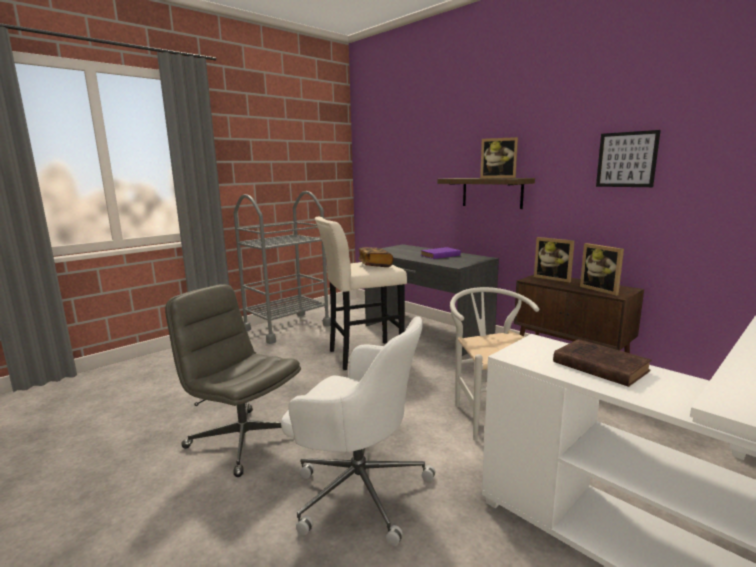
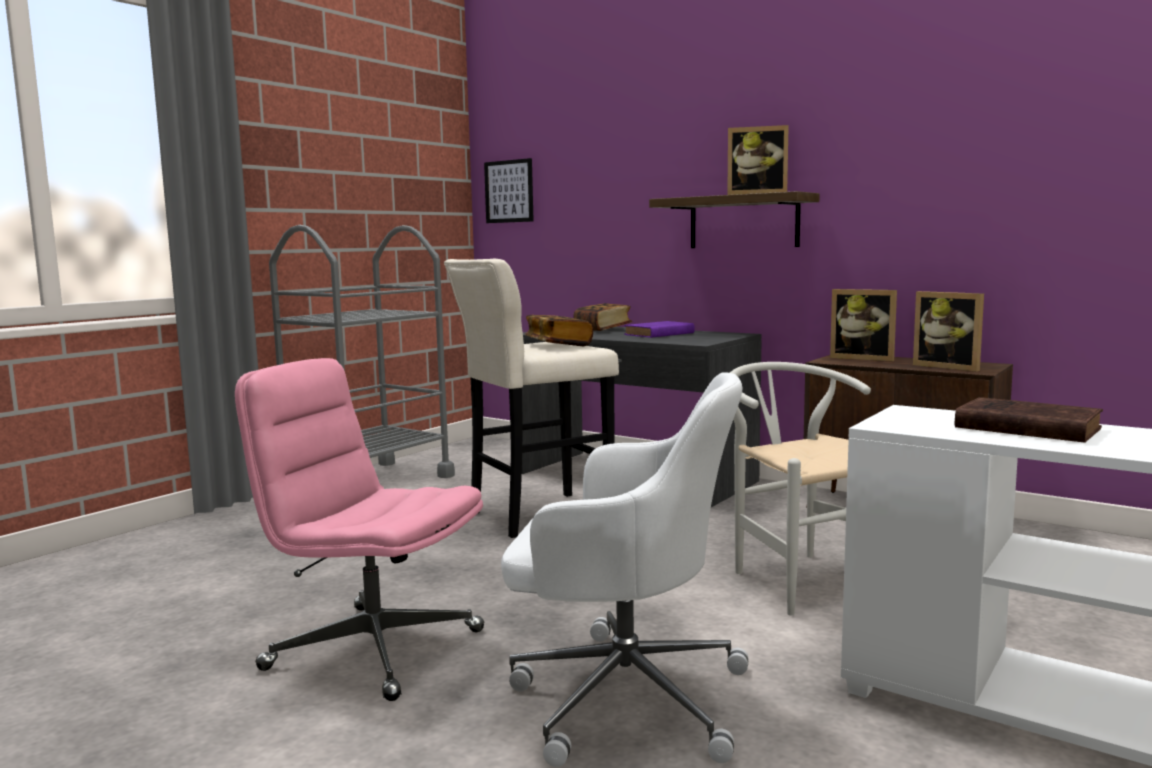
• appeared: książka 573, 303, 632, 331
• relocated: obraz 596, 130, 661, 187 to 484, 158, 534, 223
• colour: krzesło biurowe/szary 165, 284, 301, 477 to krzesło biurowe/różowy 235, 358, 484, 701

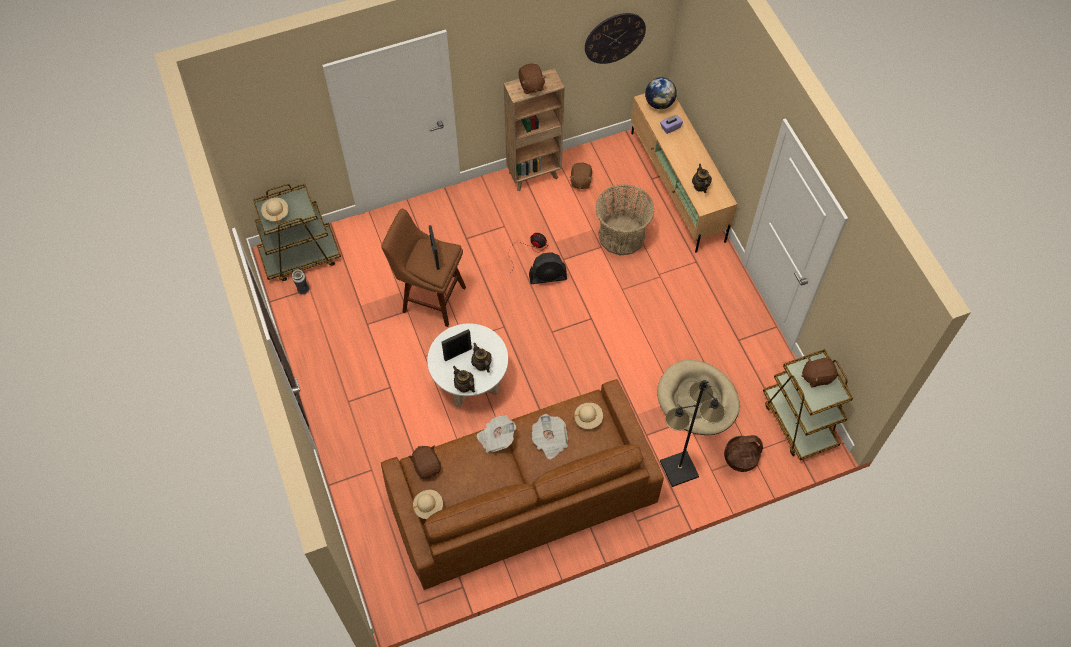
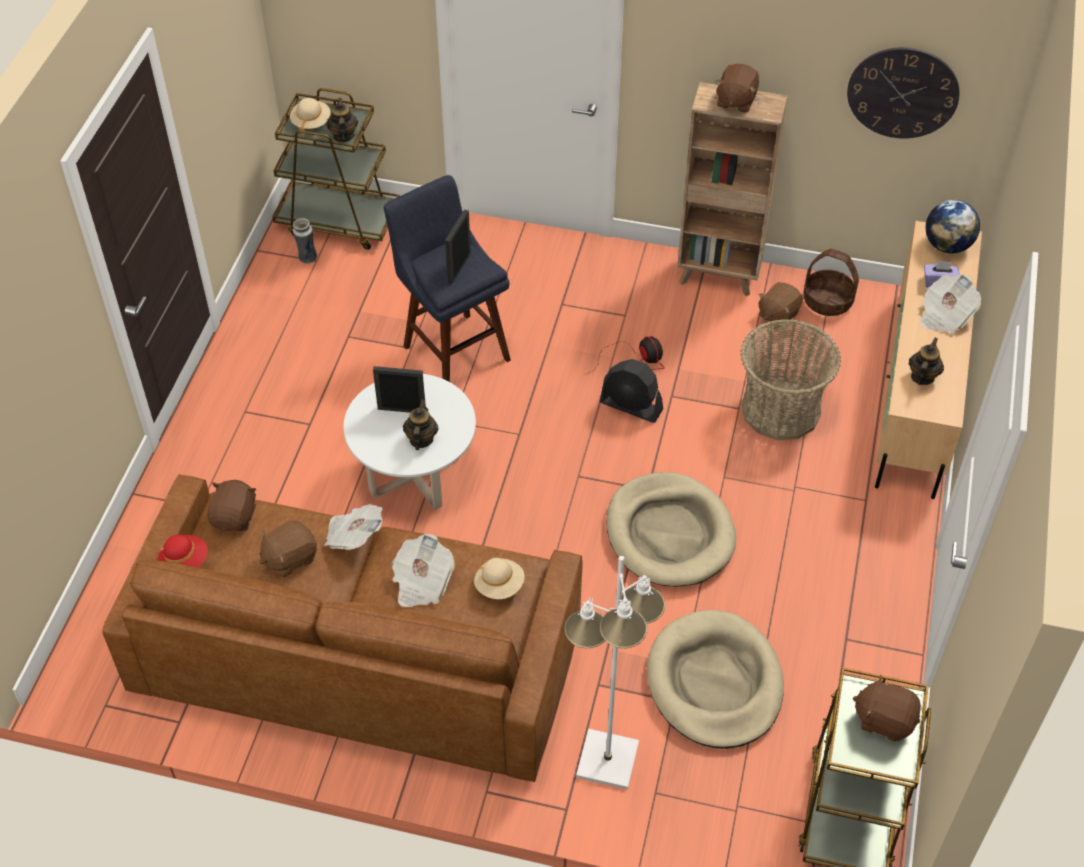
• appeared: pluszak/brązowy 259, 520, 317, 577
• appeared: legowisko/beżowy 606, 472, 736, 587
• appeared: gazeta 920, 274, 981, 334
• relocated: imbryk 453, 366, 475, 393 to 326, 98, 358, 142
• relocated: koszyk 724, 435, 763, 472 to 803, 249, 859, 316
• colour: stołek/brązowy 382, 209, 466, 327 to stołek/niebieski 384, 175, 511, 382
• colour: kapelusz/beżowy 413, 490, 443, 519 to kapelusz/czerwony 158, 535, 208, 568
• colour: lampa stojąca/czarny 660, 380, 725, 487 to lampa stojąca/biały 564, 556, 665, 790

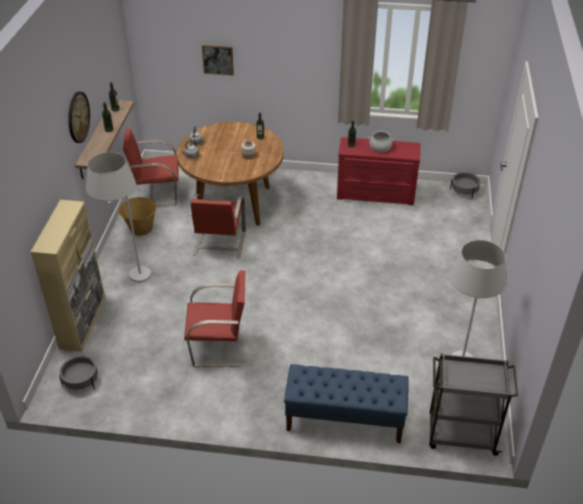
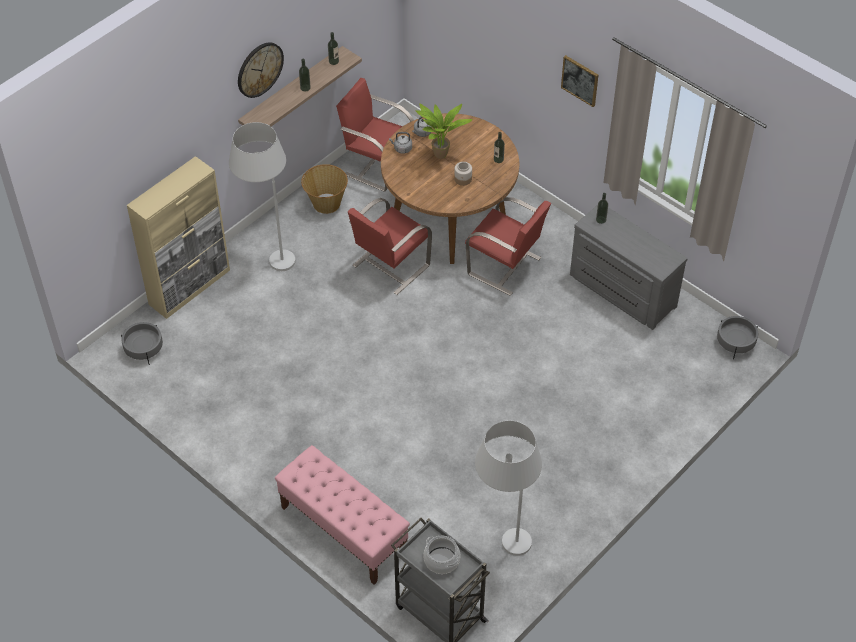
• appeared: roślina doniczkowa 415, 103, 473, 159
• relocated: krzesło/czerwony 184, 270, 246, 367 to 465, 197, 551, 296
• relocated: obraz 202, 45, 234, 75 to 561, 55, 598, 107
• relocated: garnek 369, 131, 394, 153 to 423, 536, 461, 574
• colour: ławka/niebieski 284, 364, 409, 443 to ławka/różowy 275, 445, 410, 585
• colour: komoda/czerwony 337, 137, 421, 205 to komoda/szary 570, 205, 688, 330

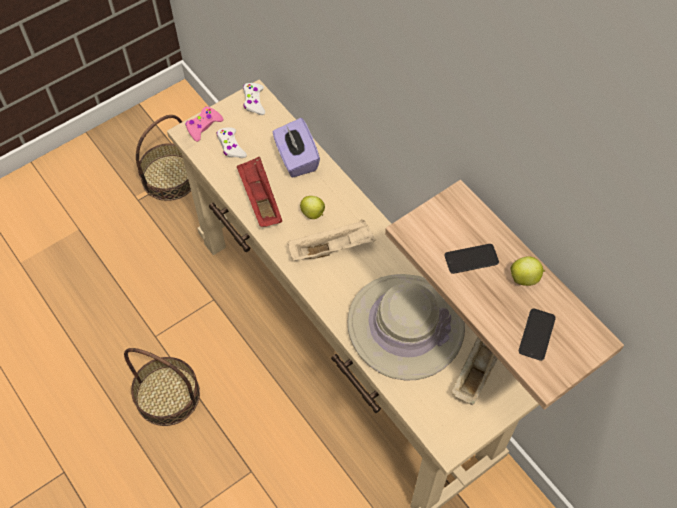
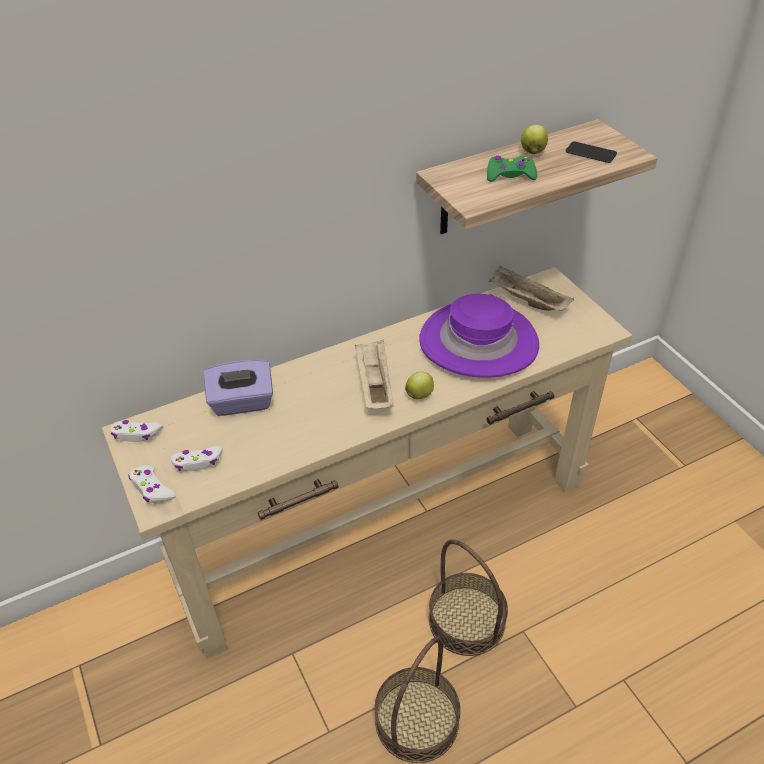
• missing: taca/czerwony 237, 156, 282, 227
• relocated: koszyk 136, 115, 191, 201 to 429, 539, 508, 656
• relocated: jabłko 300, 196, 325, 219 to 405, 372, 434, 399
• exchanged: telefon 444, 244, 499, 274 to pad do gier/zielony 487, 155, 537, 182
• colour: pad do gier/różowy 185, 107, 223, 142 to pad do gier/biały 128, 465, 176, 503
• colour: kapelusz/beżowy 348, 274, 465, 381 to kapelusz/fioletowy 420, 294, 539, 378

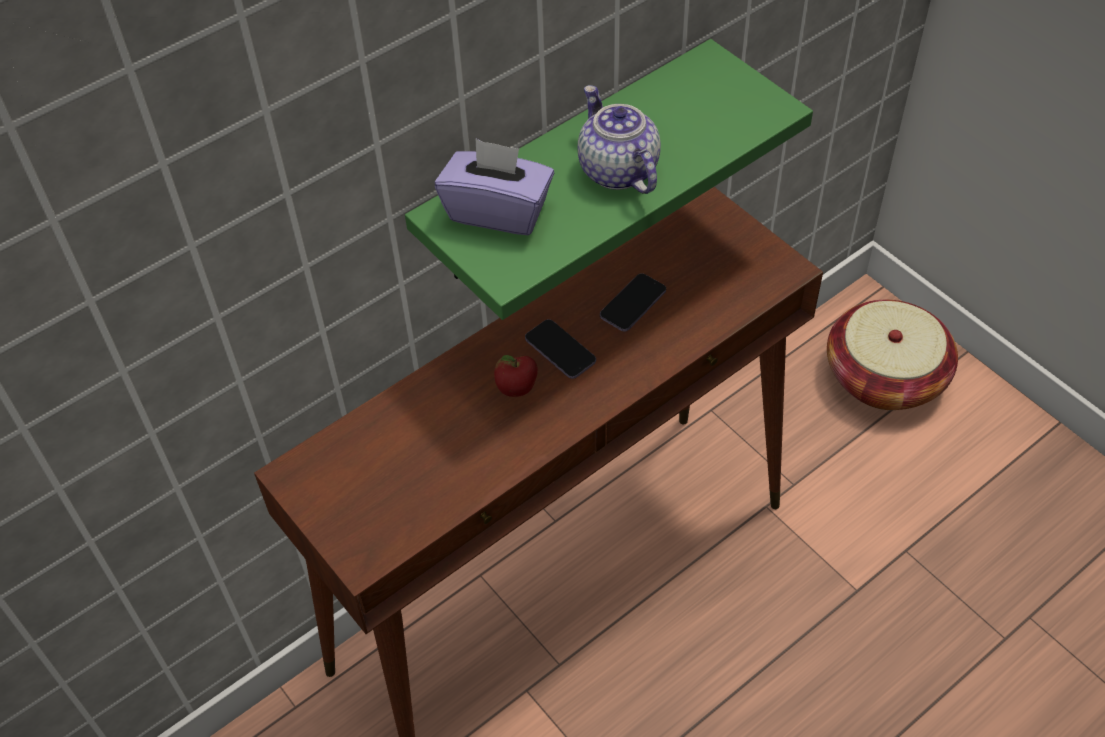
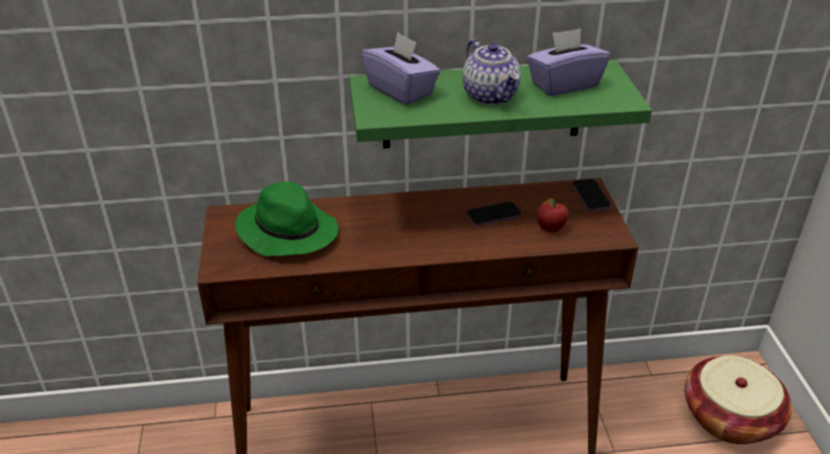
• appeared: kapelusz/zielony 235, 182, 339, 256
• appeared: pudełko chusteczek/fioletowy 527, 28, 610, 96
• relocated: jabłko 494, 355, 538, 397 to 537, 198, 569, 232
• relocated: telefon 525, 319, 596, 379 to 573, 179, 611, 211
• spun: imbryk 578, 85, 661, 194 = 462, 39, 521, 105 150 degrees clockwise

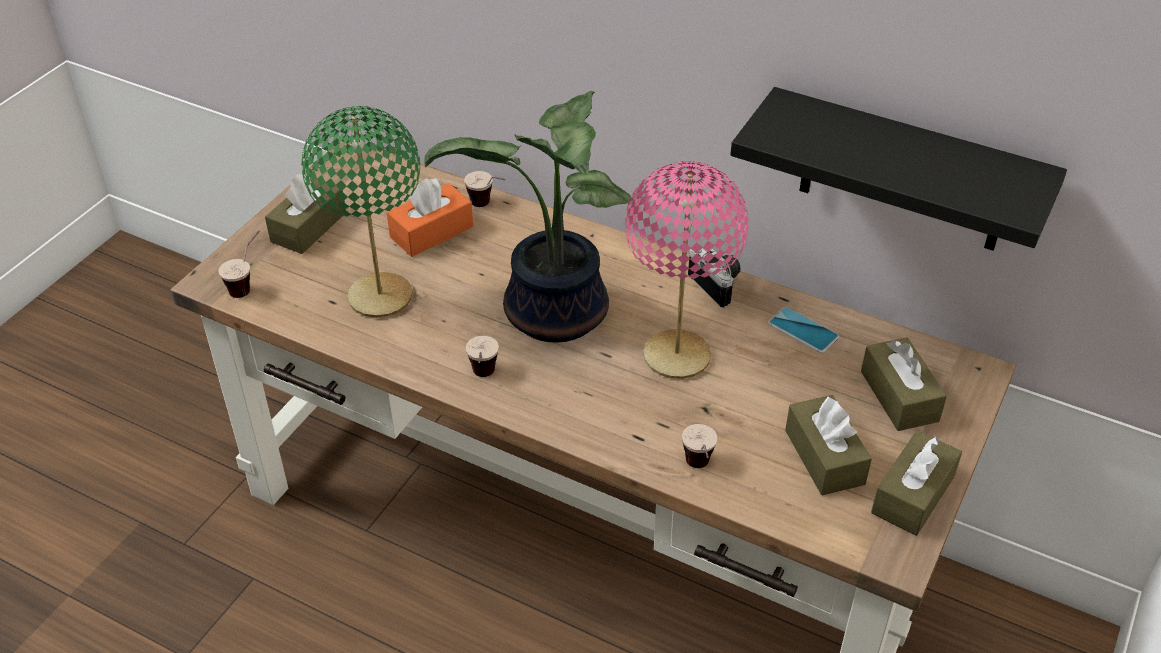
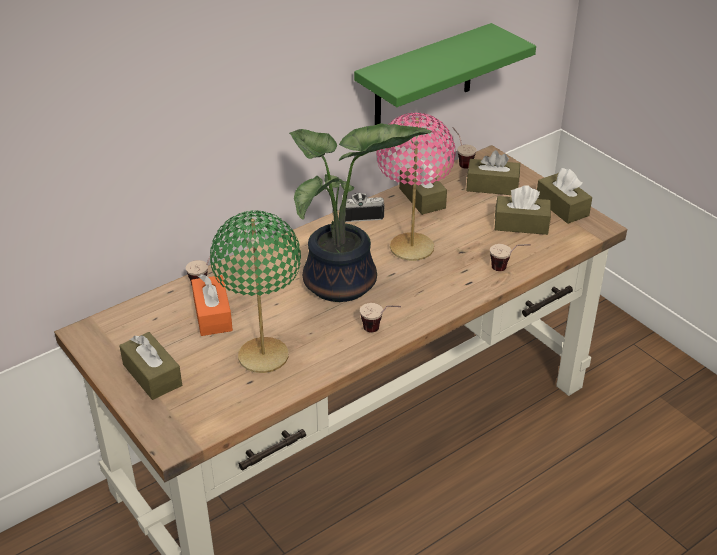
• relocated: filiżanka 219, 231, 260, 298 to 452, 127, 476, 169
• exchanged: telefon 768, 307, 839, 353 to pudełko chusteczek/brązowy 399, 159, 447, 215
• colour: półka/czarny 730, 87, 1067, 251 to półka/zielony 354, 23, 536, 125

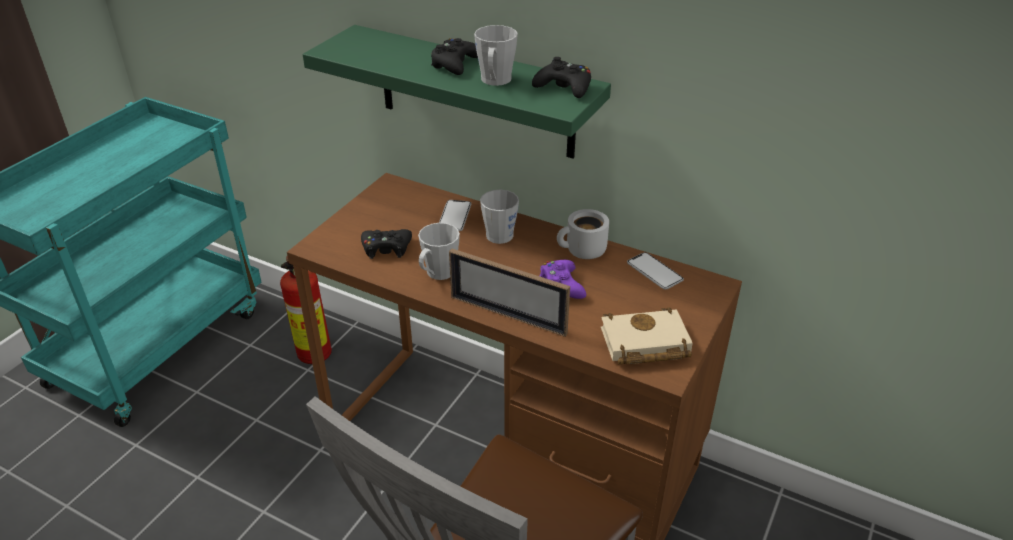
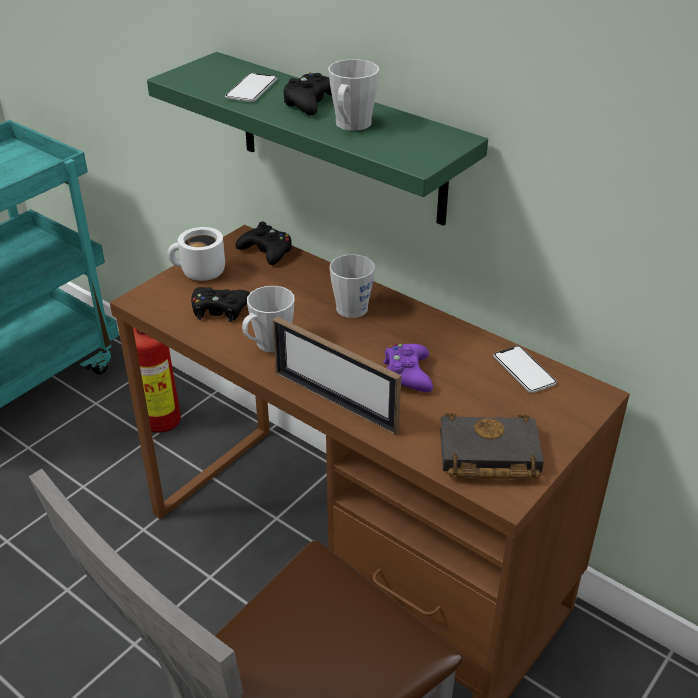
• relocated: telefon 439, 200, 471, 231 to 225, 73, 278, 102
• relocated: pad do gier/czarny 532, 57, 591, 98 to 235, 222, 292, 265
• relocated: kubek/biały 557, 209, 609, 259 to 167, 227, 225, 281
• colour: książka/beżowy 601, 307, 693, 365 to książka/czarny 440, 413, 544, 479

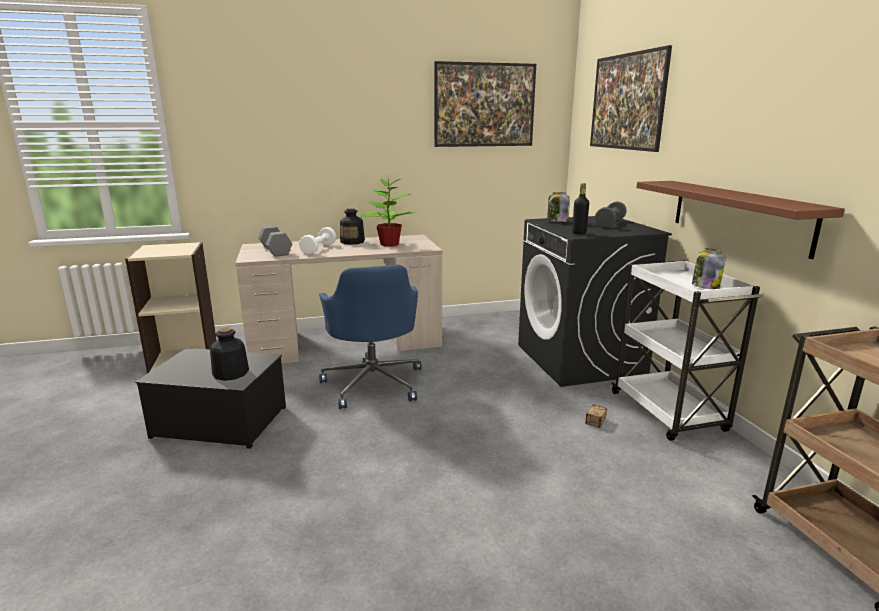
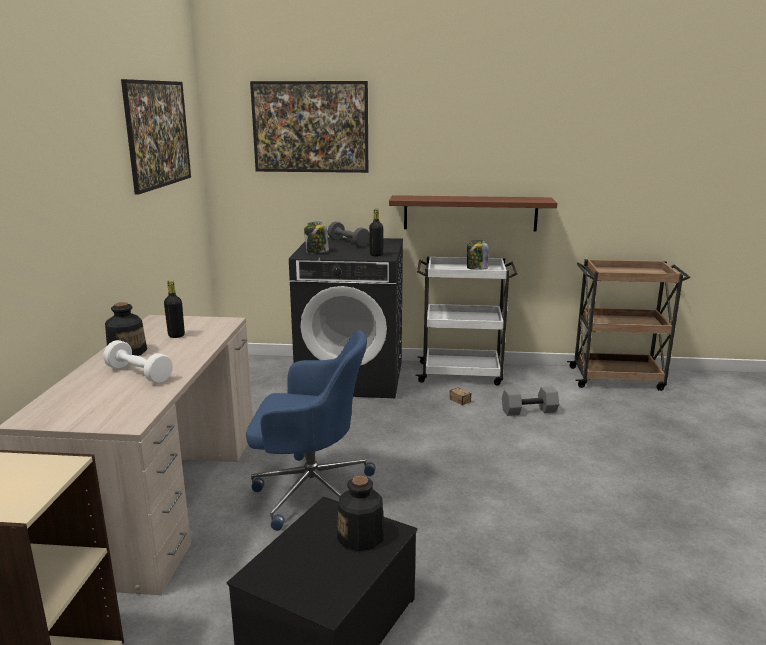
• relocated: hantel/szary 258, 226, 292, 257 to 502, 386, 559, 416
• exchanged: roślina doniczkowa 361, 178, 415, 246 to butelka/czarny 164, 280, 185, 338

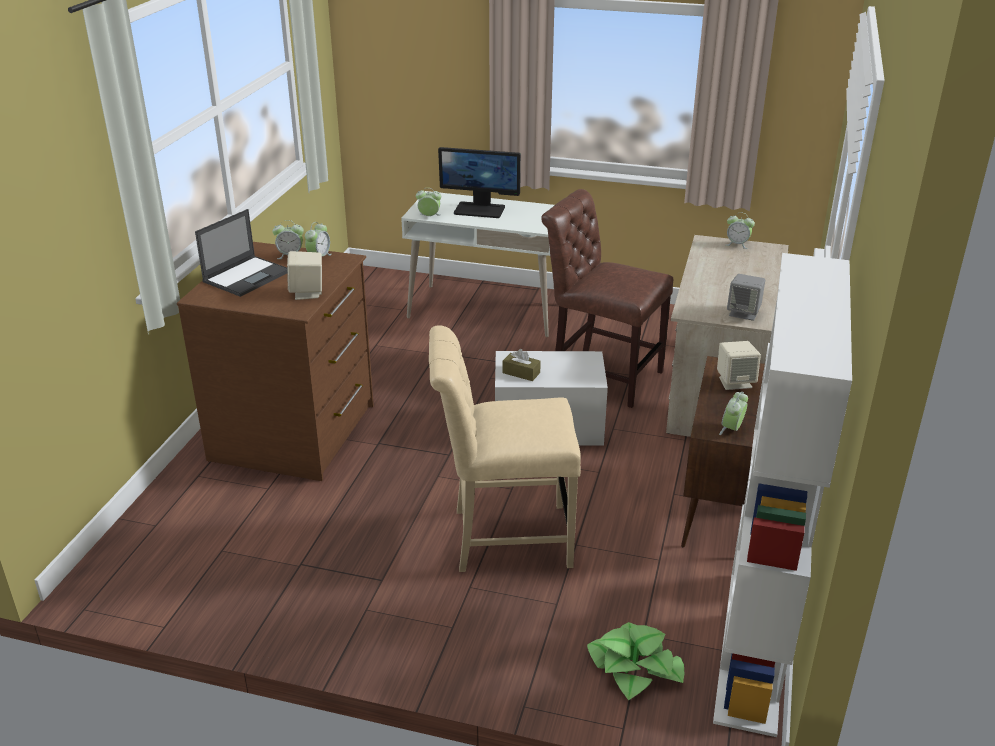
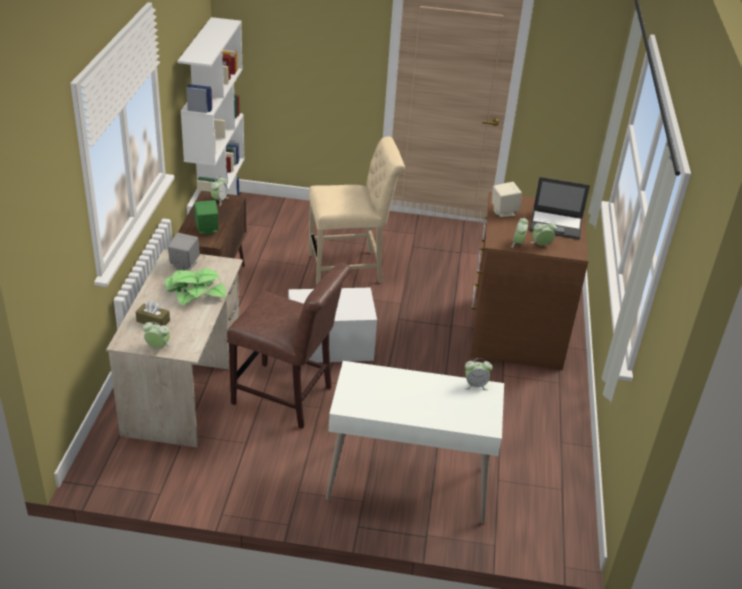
• missing: monitor 438, 147, 521, 218
• relocated: pudełko chusteczek/brązowy 503, 349, 541, 381 to 136, 300, 170, 326
• relocated: roślina doniczkowa 587, 622, 684, 700 to 165, 268, 226, 306
• colour: głośnik/beżowy 717, 341, 761, 390 to głośnik/zielony 194, 200, 219, 235
• spun: laptop 195, 209, 287, 297 = 530, 177, 590, 240 105 degrees counterclockwise

